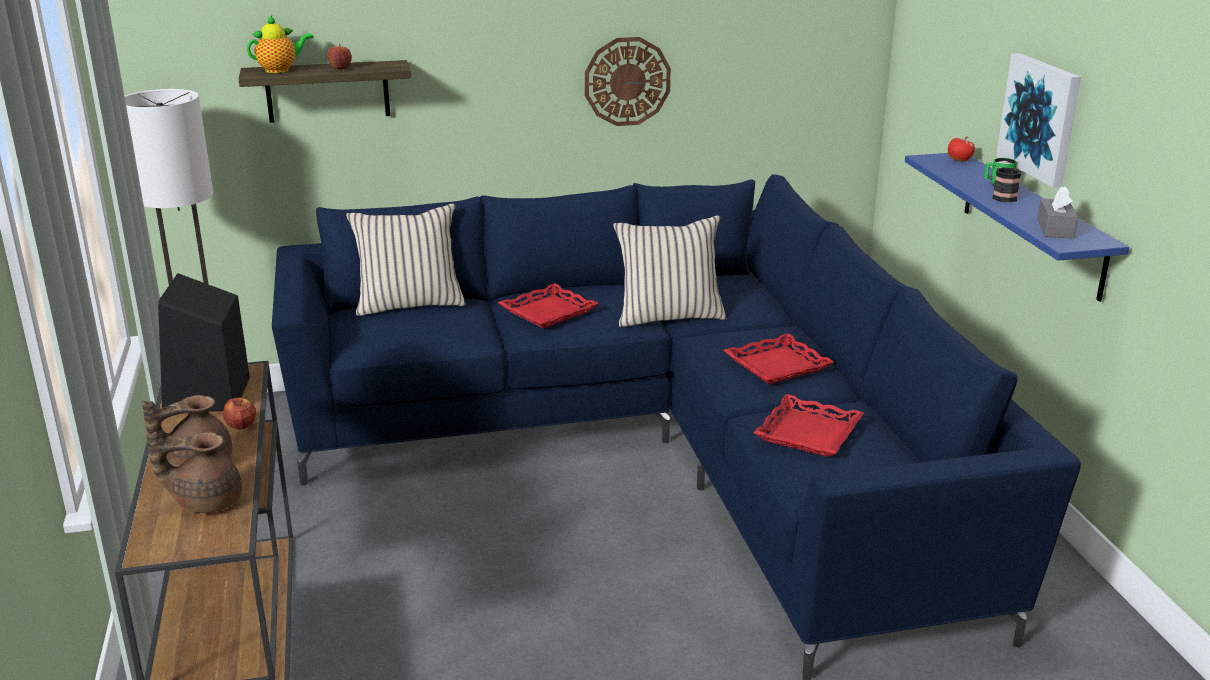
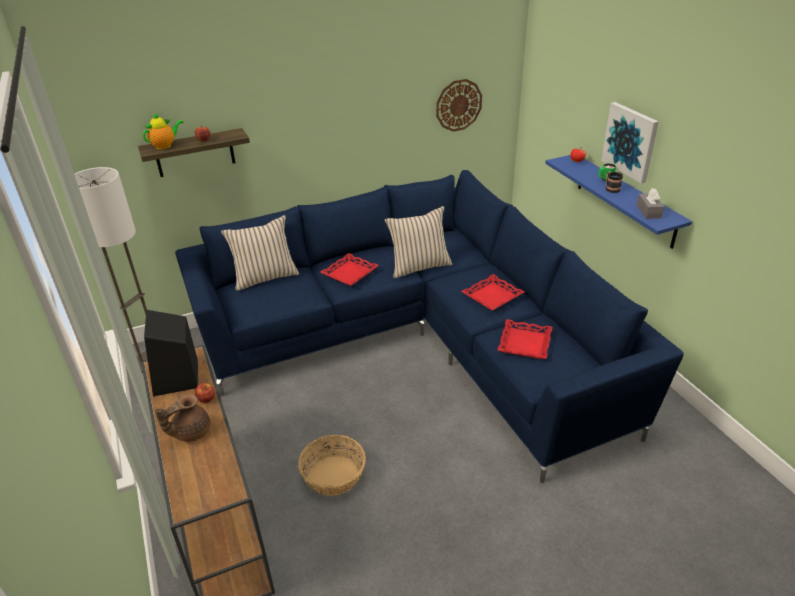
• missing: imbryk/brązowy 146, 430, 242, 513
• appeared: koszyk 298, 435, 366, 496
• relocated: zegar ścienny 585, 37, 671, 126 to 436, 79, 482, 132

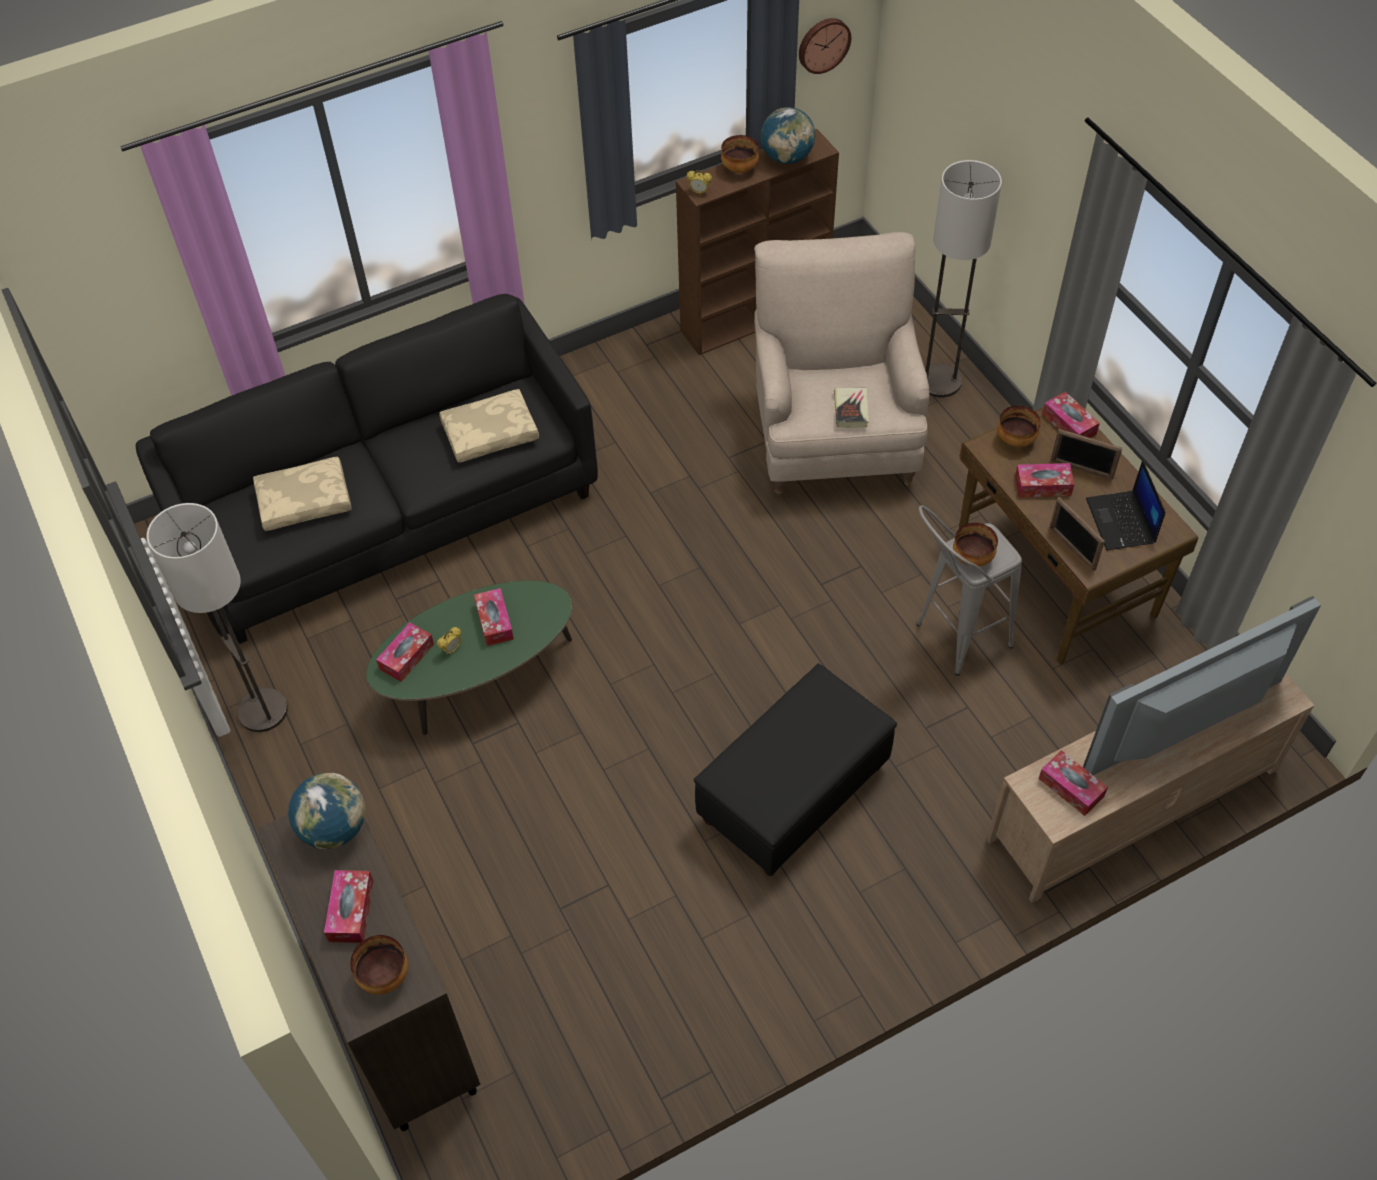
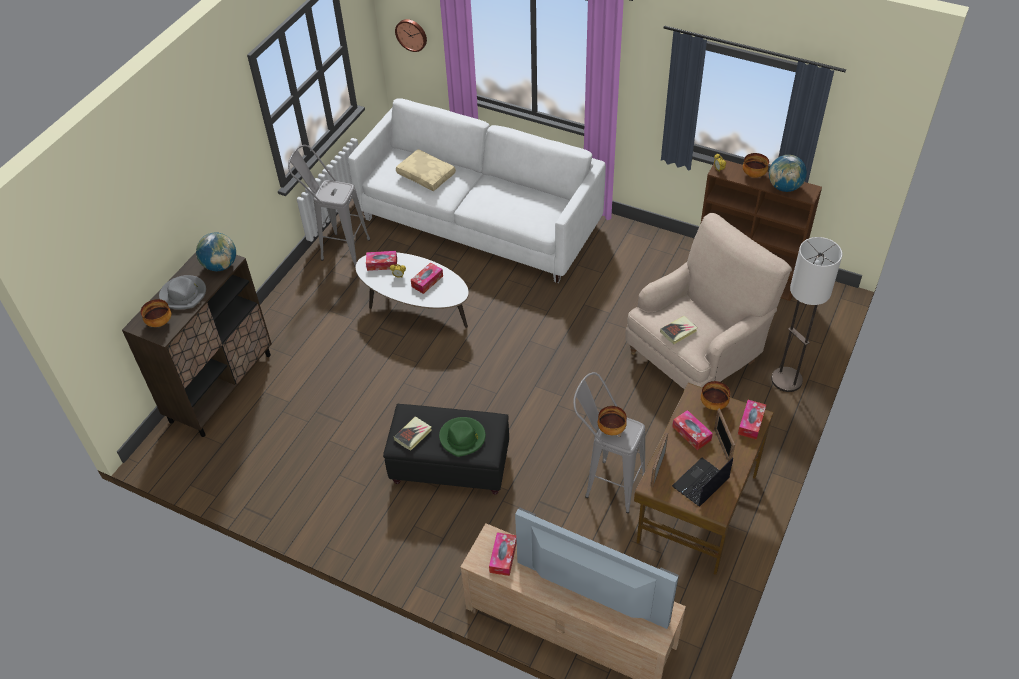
• missing: poduszka/beżowy 439, 389, 539, 463
• appeared: książka 394, 417, 432, 451
• appeared: kapelusz/zielony 439, 417, 486, 457
• relocated: zegar ścienny 799, 18, 851, 74 to 395, 19, 427, 52
• exchanged: lampa stojąca 146, 503, 288, 732 to stołek/szary 288, 145, 370, 267
• exchanged: pudełko chusteczek 324, 870, 374, 943 to kapelusz/szary 159, 275, 206, 309
• colour: kanapa/czarny 136, 294, 598, 644 to kanapa/biały 348, 98, 606, 283
• colour: ława/zielony 367, 580, 572, 735 to ława/biały 356, 252, 469, 328

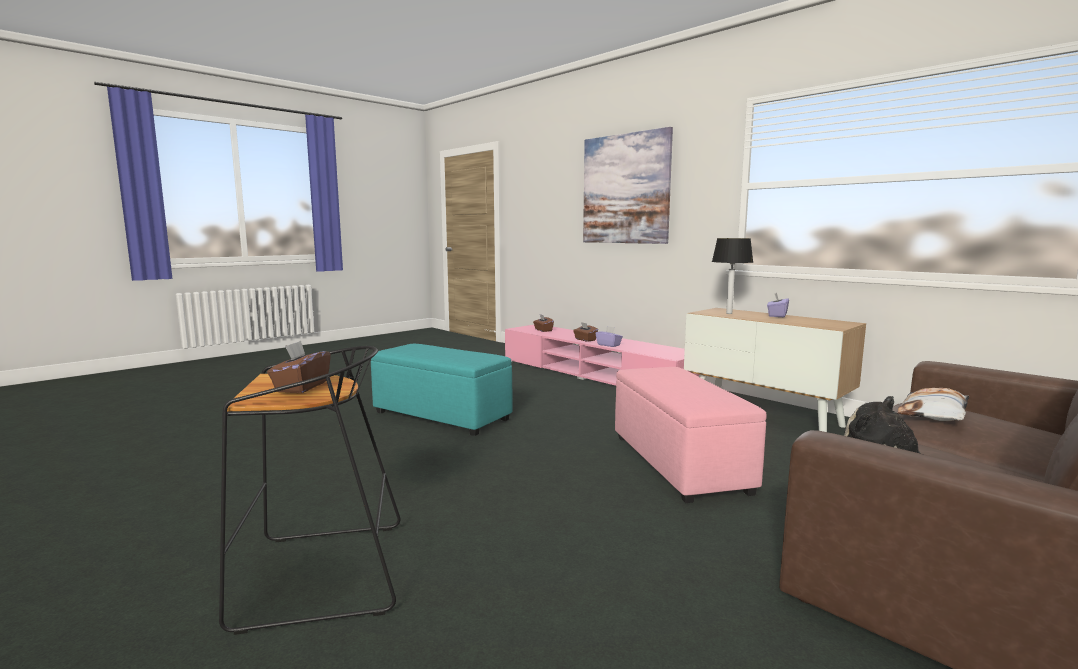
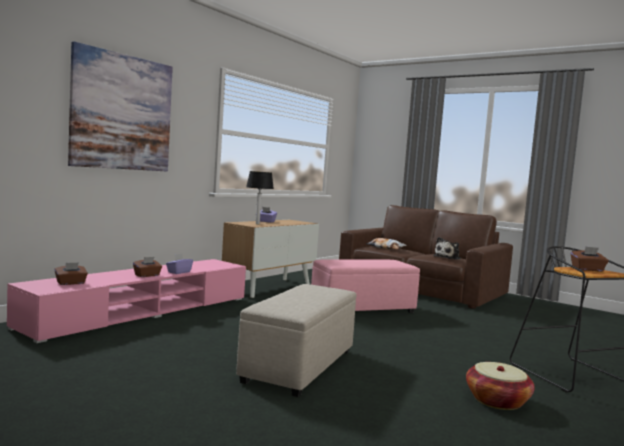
• appeared: koszyk 466, 362, 535, 410
• colour: pufa/turkusowy 371, 344, 512, 436 to pufa/beżowy 236, 284, 356, 397

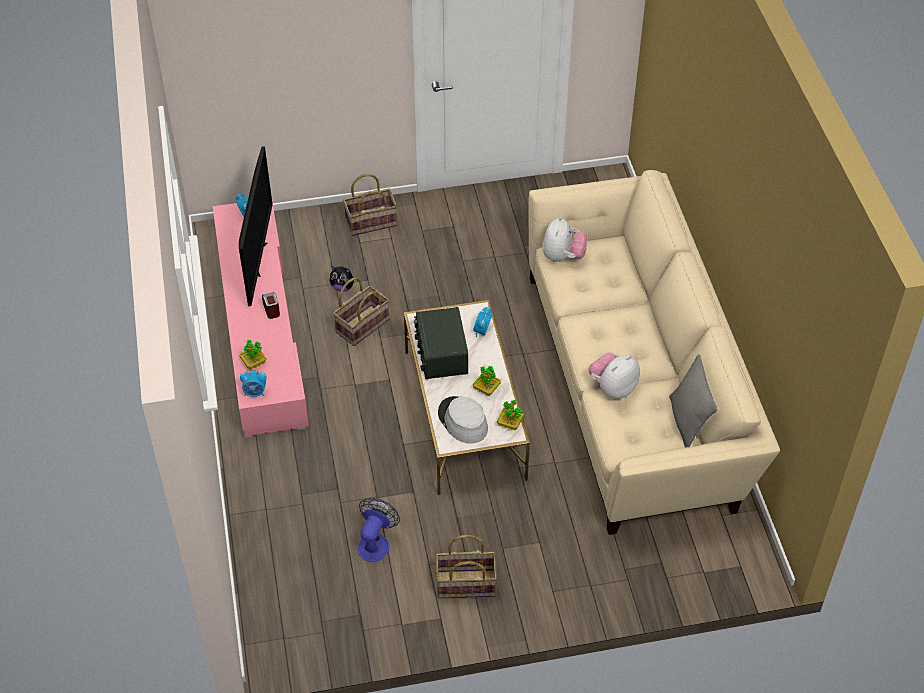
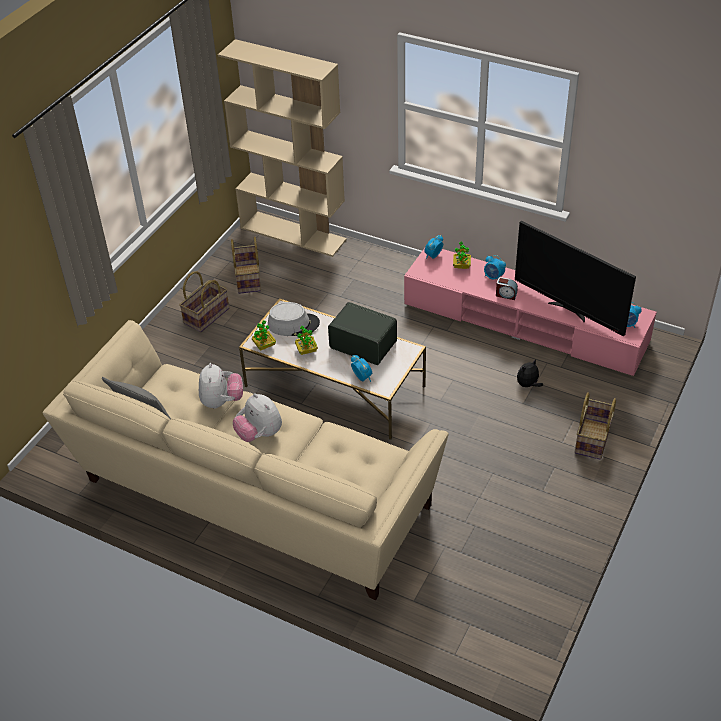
• missing: wentylator 358, 498, 400, 562
• appeared: regał/beżowy 218, 39, 347, 257
• appeared: budzik 484, 255, 506, 280
• relocated: koszyk 333, 277, 389, 346 to 231, 236, 261, 294
• relocated: pluszak 542, 217, 588, 262 to 233, 393, 282, 442

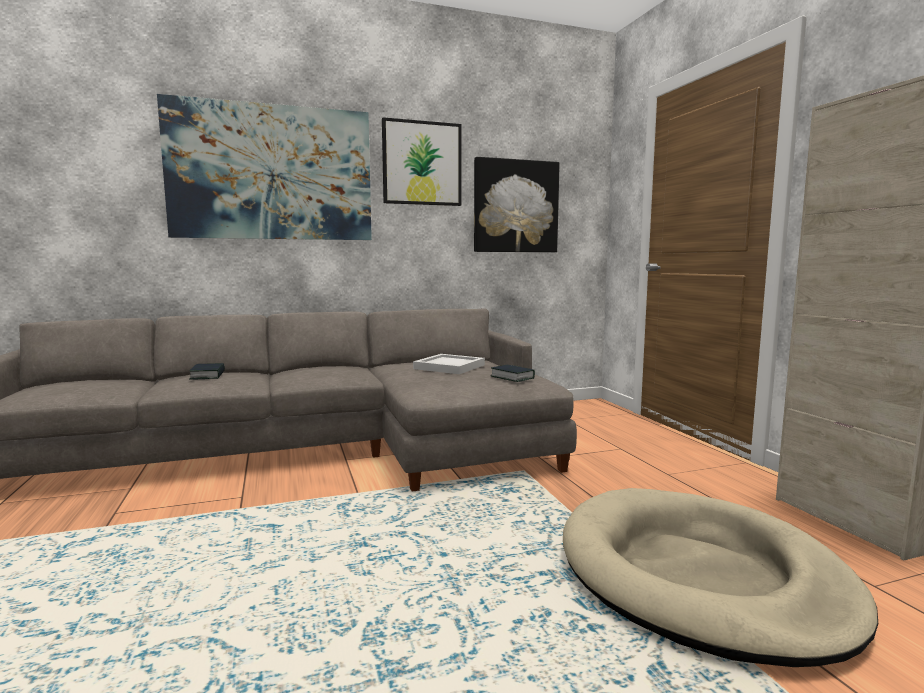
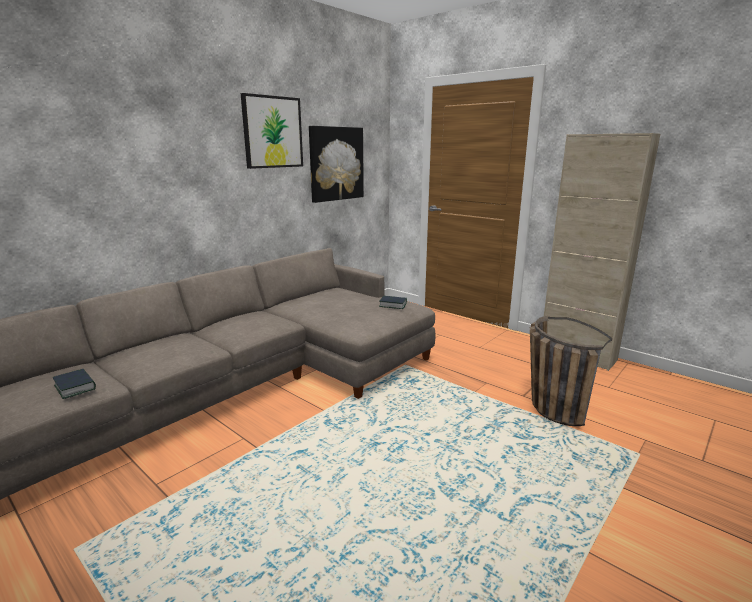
• missing: obraz 157, 94, 372, 240
• missing: taca/biały 413, 354, 485, 374
• relocated: książka 189, 363, 225, 380 to 53, 369, 96, 399
• exchanged: legowisko/beżowy 563, 488, 878, 667 to koszyk 530, 316, 612, 426

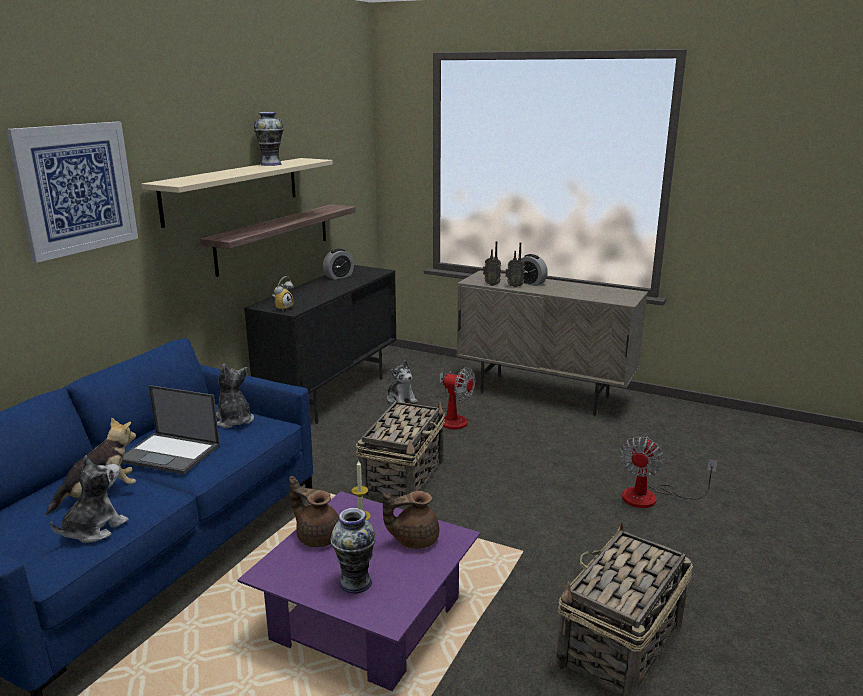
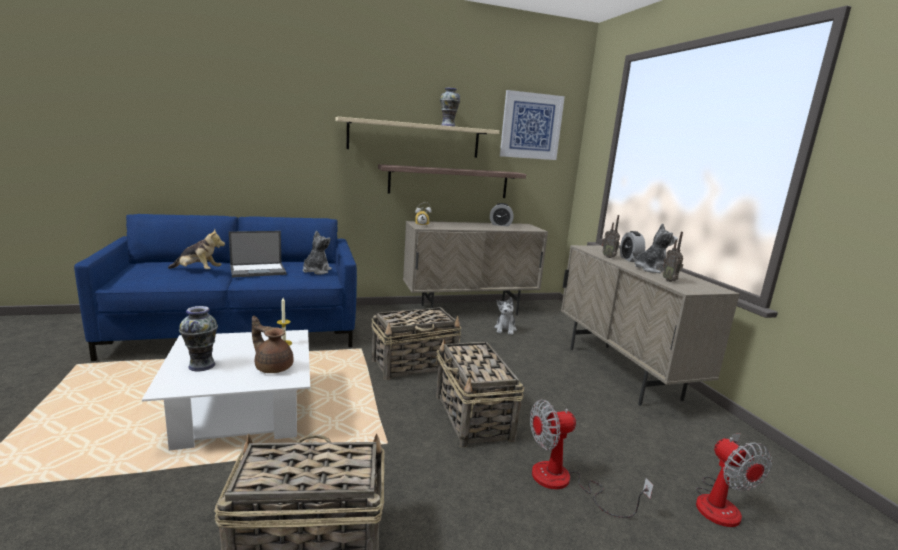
• missing: imbryk/brązowy 289, 476, 339, 547
• appeared: koszyk 435, 339, 524, 447
• relocated: obraz 6, 122, 138, 263 to 500, 90, 565, 160
• relocated: pluszak 50, 455, 129, 543 to 632, 223, 678, 273
• relocated: wentylator 440, 367, 475, 429 to 696, 434, 772, 527
• relocated: radio 483, 241, 501, 286 to 663, 232, 683, 282
• colour: ława/fioletowy 238, 491, 480, 691 to ława/biały 142, 330, 310, 451
• colour: szafka/czarny 244, 265, 397, 424 to szafka/beżowy 403, 221, 548, 316
• spun: laptop 121, 385, 220, 474 = 229, 231, 286, 278 90 degrees counterclockwise

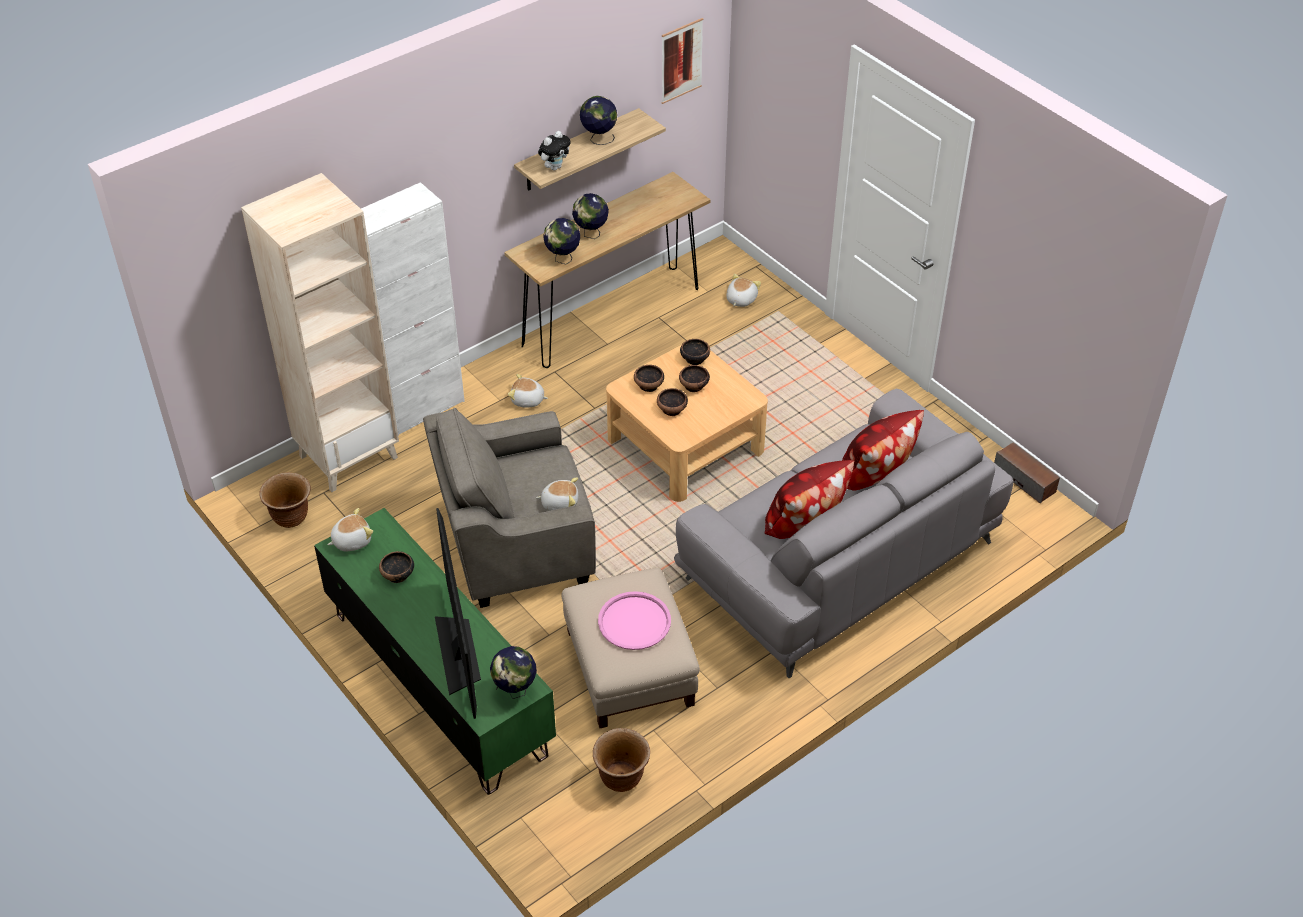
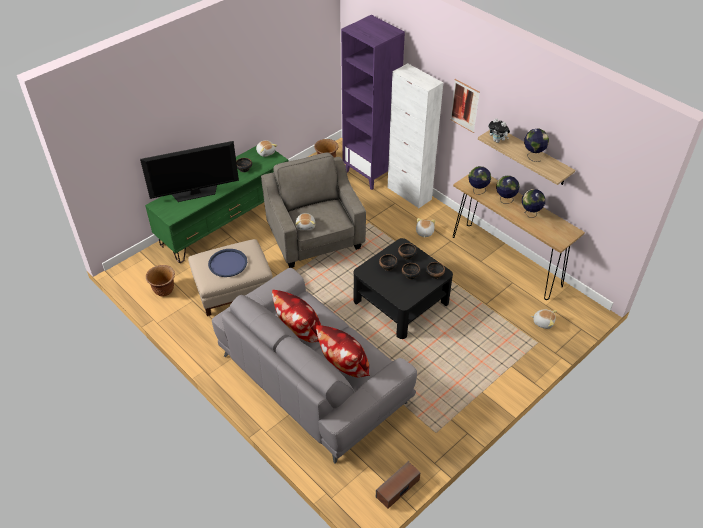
• relocated: globus 490, 646, 537, 699 to 522, 189, 545, 218
• relocated: obraz 661, 18, 703, 104 to 450, 79, 480, 133
• colour: regał/beżowy 241, 173, 399, 492 to regał/fioletowy 341, 15, 405, 190
• colour: taca/różowy 598, 591, 671, 650 to taca/niebieski 208, 249, 247, 277
• colour: ława/beżowy 606, 345, 768, 502 to ława/czarny 353, 238, 453, 339

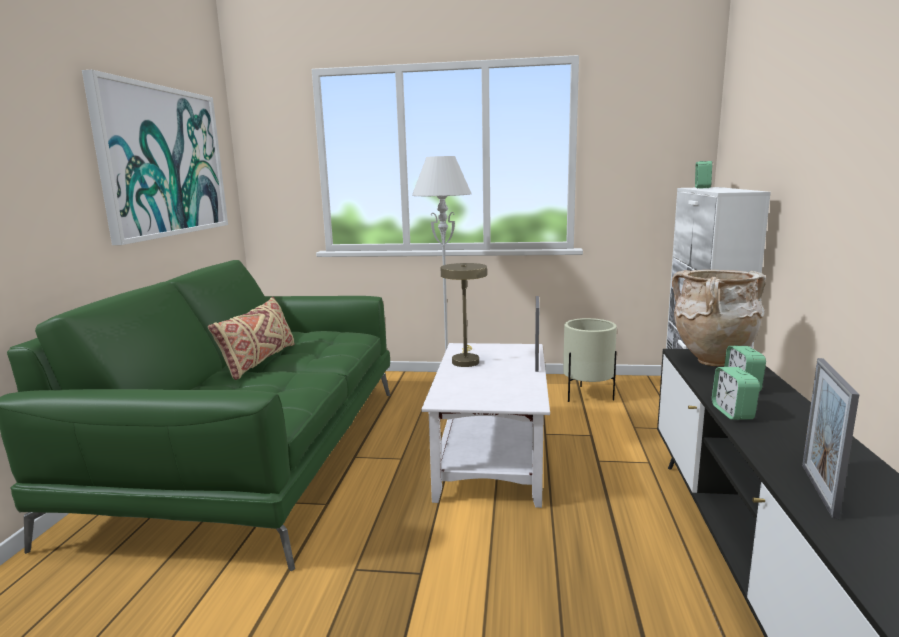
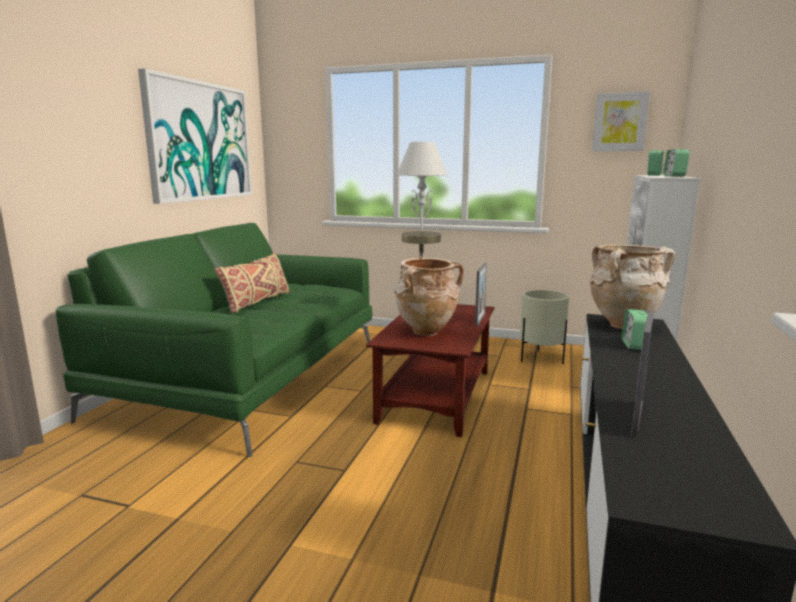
• appeared: wazon/beżowy 394, 256, 464, 336
• appeared: obraz 592, 91, 650, 151
• relocated: budzik 712, 367, 760, 420 to 663, 149, 690, 177
• colour: ława/biały 421, 343, 550, 508 to ława/brązowy 366, 304, 495, 437

